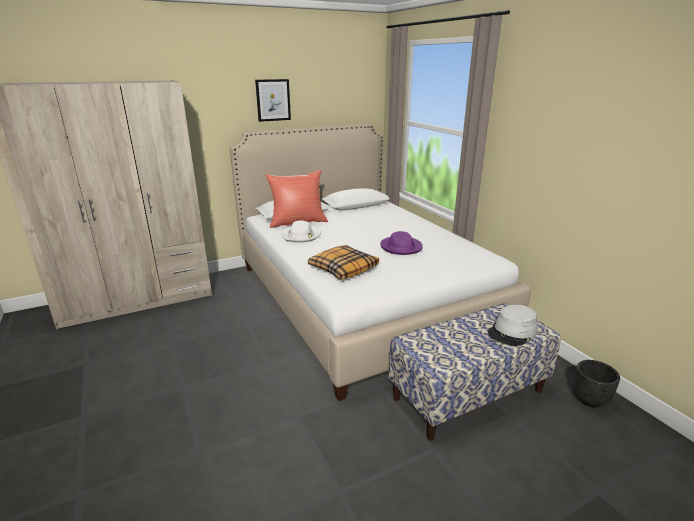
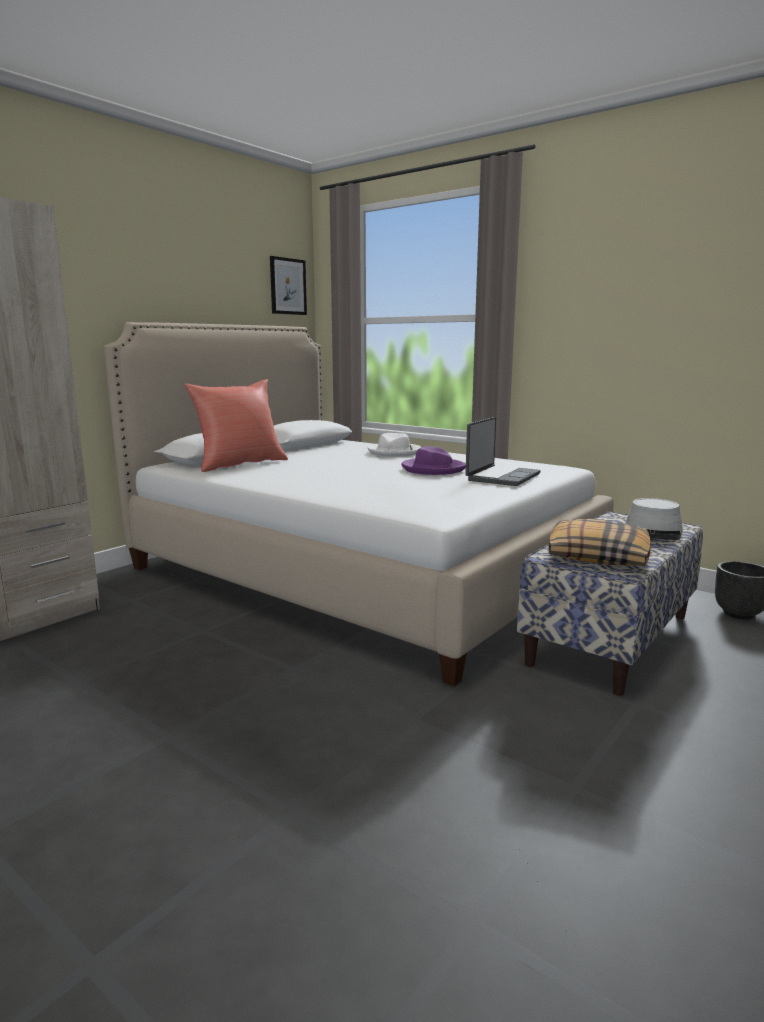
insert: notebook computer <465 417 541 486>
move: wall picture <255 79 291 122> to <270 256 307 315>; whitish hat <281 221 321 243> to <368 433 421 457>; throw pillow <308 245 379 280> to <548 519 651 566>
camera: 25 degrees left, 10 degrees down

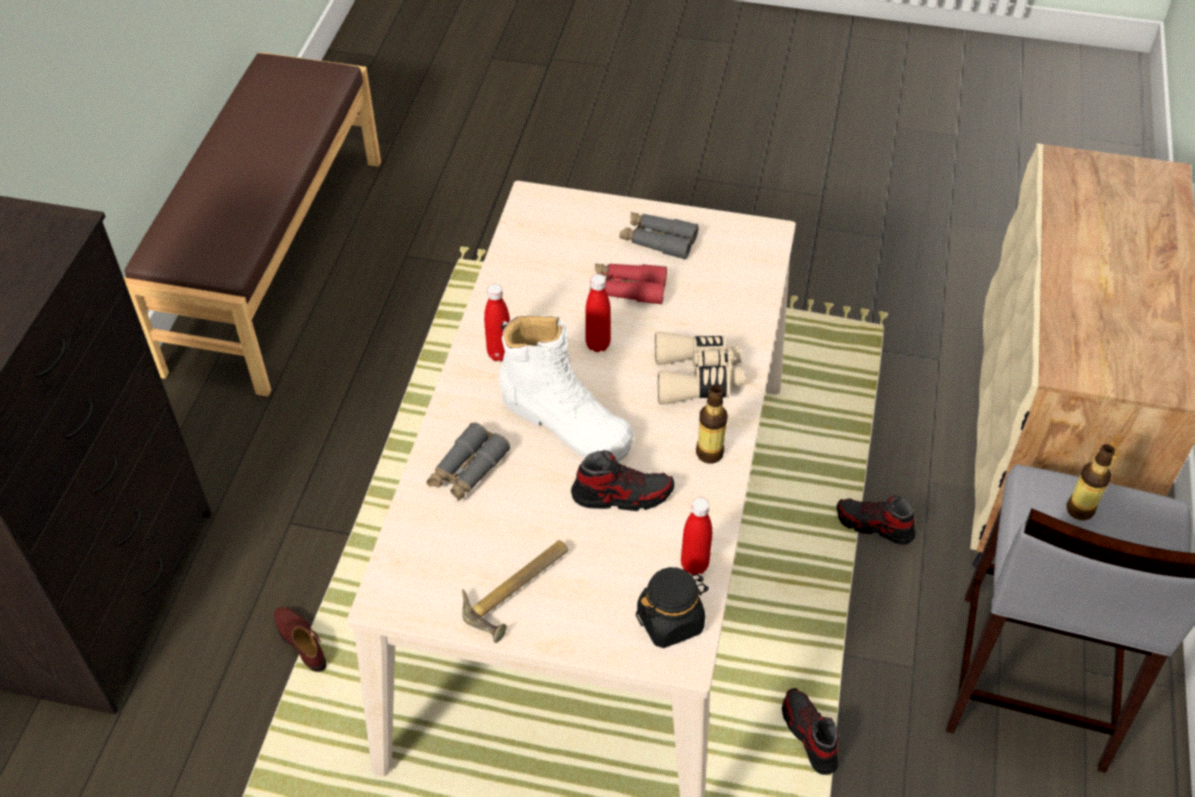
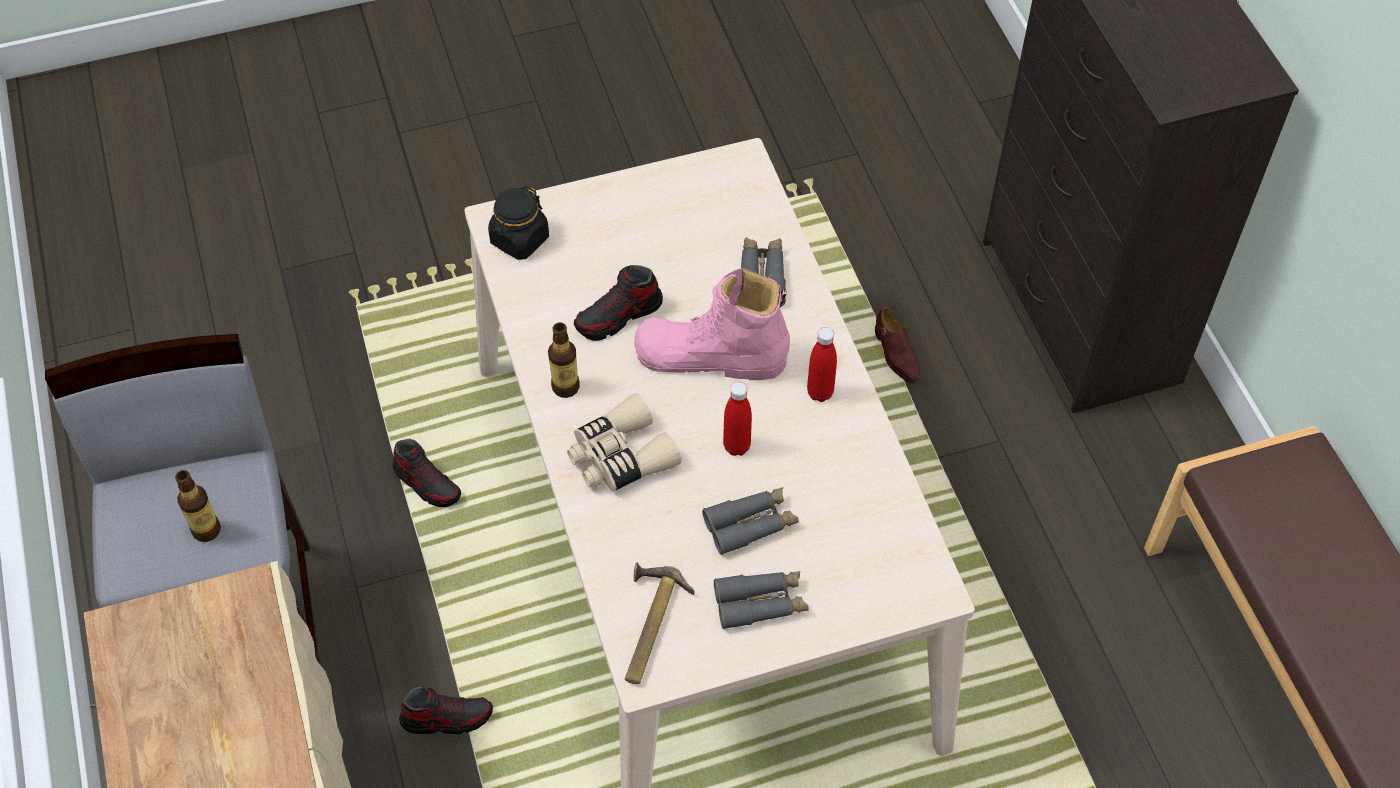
delete: red drink bottle <681 497 712 575>
move: hammer <462 540 569 643> to <625 562 694 684>
recolor: red field glasses <590 264 667 305> to grey field glasses <702 487 799 555>; whitish boot <499 315 633 462> to pink-coloured boot <634 268 790 380>
rotate: brown low shoe <274 607 326 672> = <875 307 920 383> 45 degrees clockwise
camera: 150 degrees right, 5 degrees up

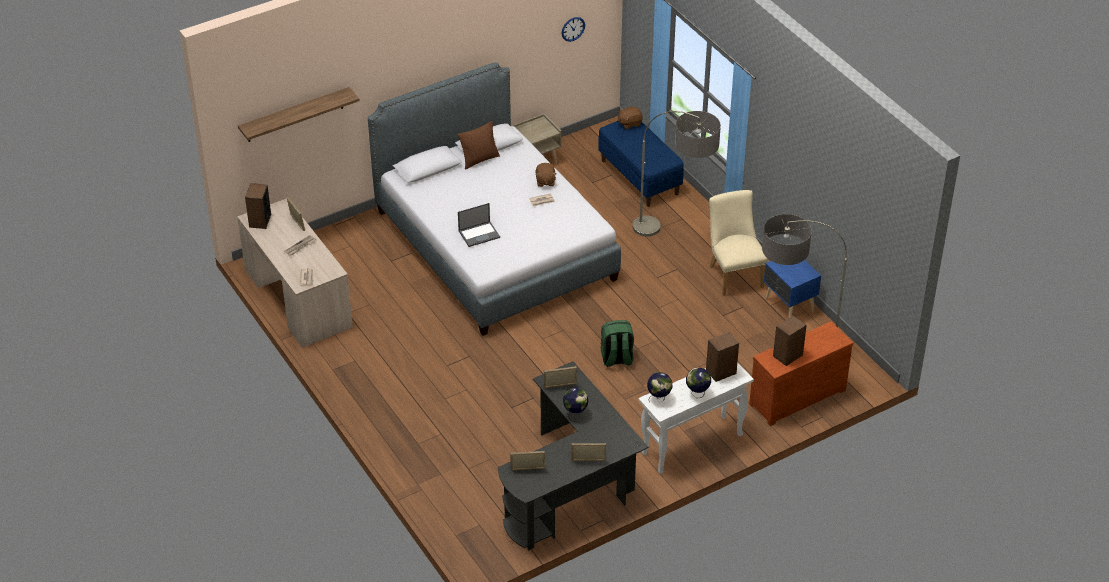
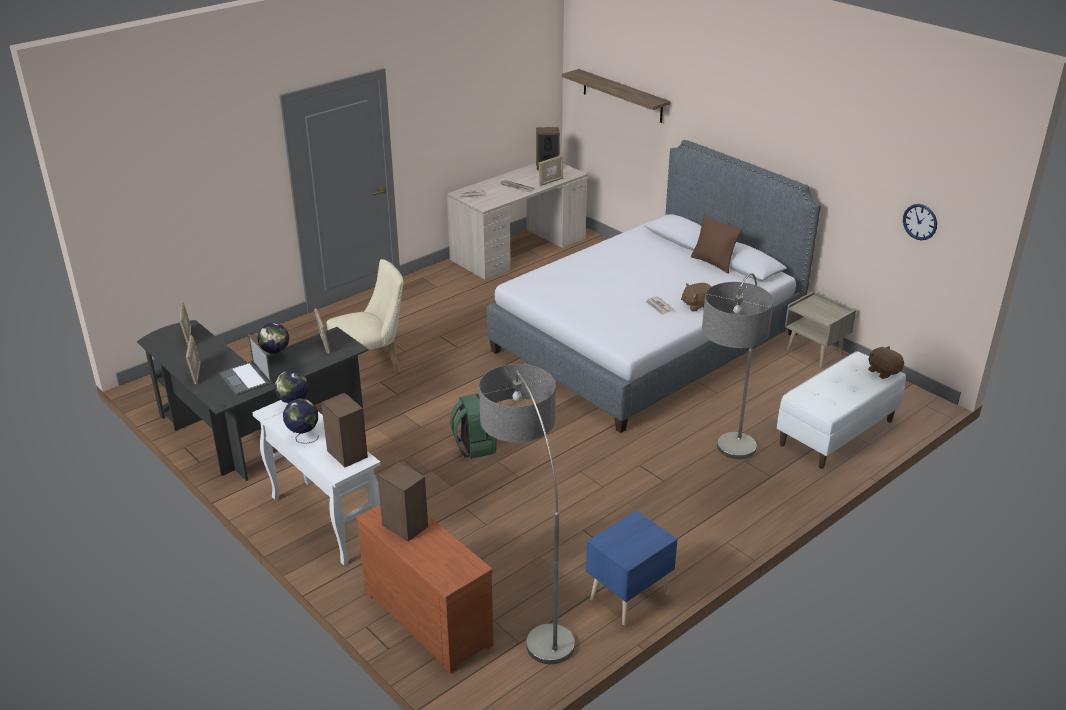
move: beige upright chair <709 190 768 296> to <327 259 404 373>; notebook computer <458 203 500 247> to <219 334 272 396>
recolor: bluish long seat <598 121 684 207> to whitish long seat <777 351 906 469>
camera: 80 degrees right, 10 degrees down

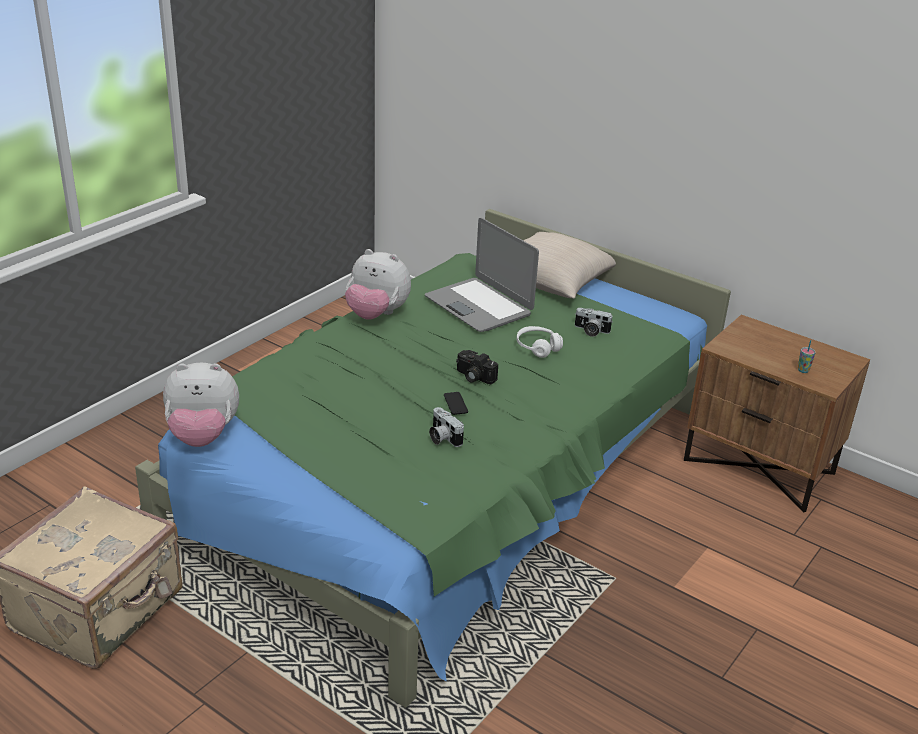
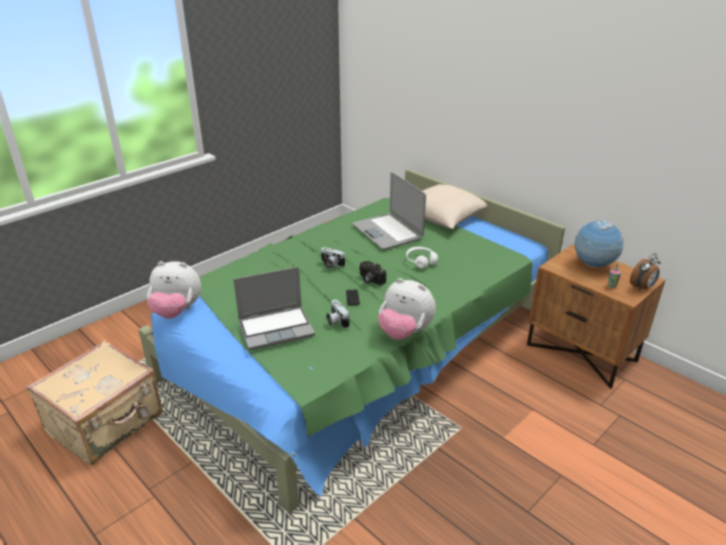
insert: world globe <574 219 624 268>; alarm clock <630 253 661 291>; notebook computer <233 267 315 350>
move: cuddly toy <345 249 411 320> to <378 278 436 340>; still camera <575 308 613 337> to <321 247 345 269>
camera: 10 degrees right, 0 degrees up

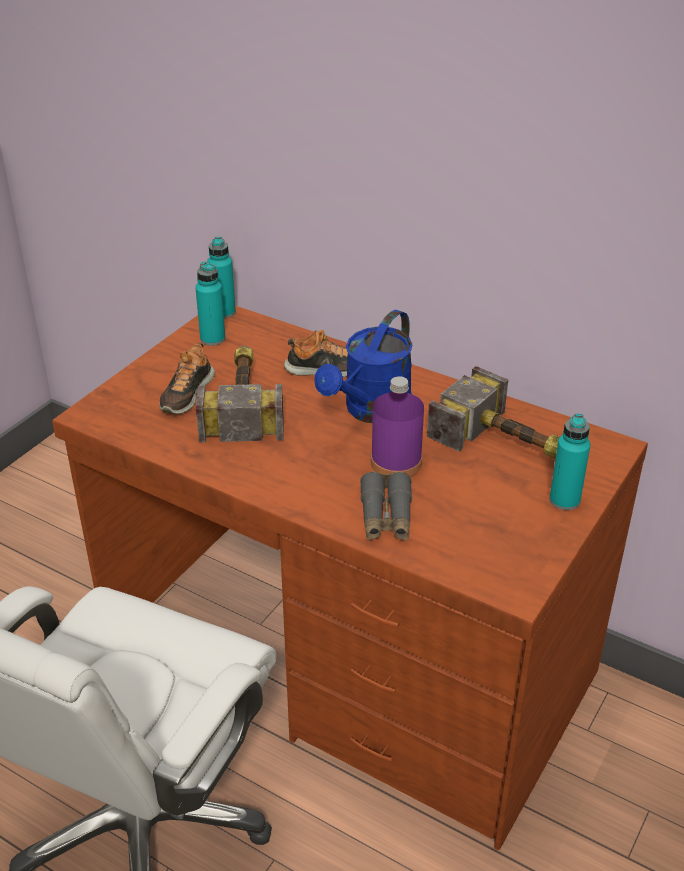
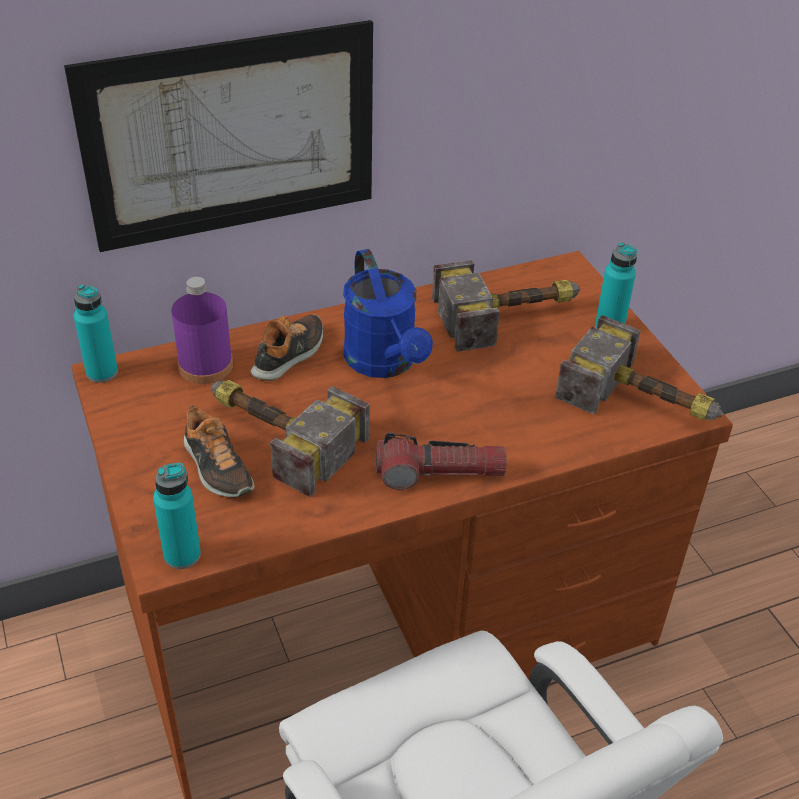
delete: grey field glasses <360 472 412 541>
insert: wall picture <64 20 373 252>; hammer <555 315 723 421>; flashlight <376 432 507 490>
move: turquoise drink bottle <195 261 225 346> to <153 463 201 569>; purplish drink bottle <371 376 424 477> to <171 277 233 384>
camera: 55 degrees left, 5 degrees up

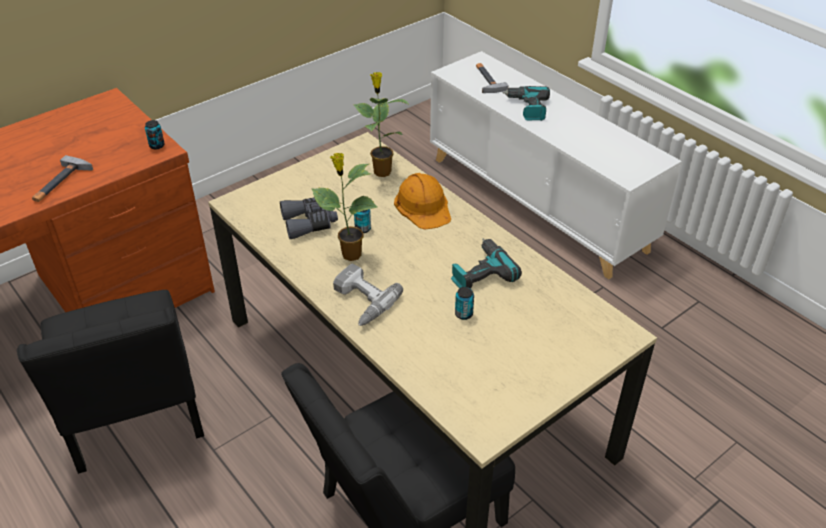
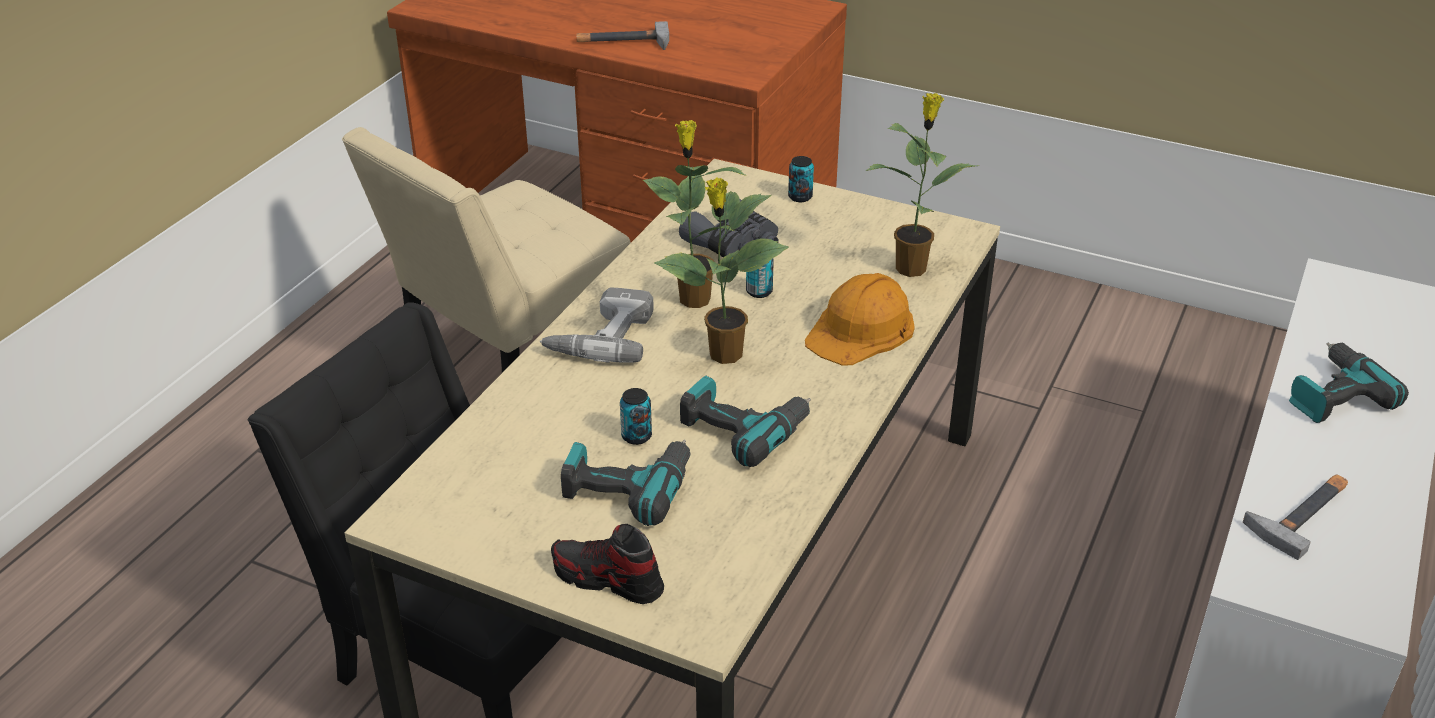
insert: plant in a pot <654 178 789 364>; drill <561 440 691 526>; low shoe <551 524 664 604>
move: hammer <476 63 509 93> to <1243 475 1348 560>; can <145 120 165 149> to <788 156 814 202>
recolor: blackish upright chair <17 290 204 474> to beige upright chair <342 127 631 373>
camera: 65 degrees right, 5 degrees down

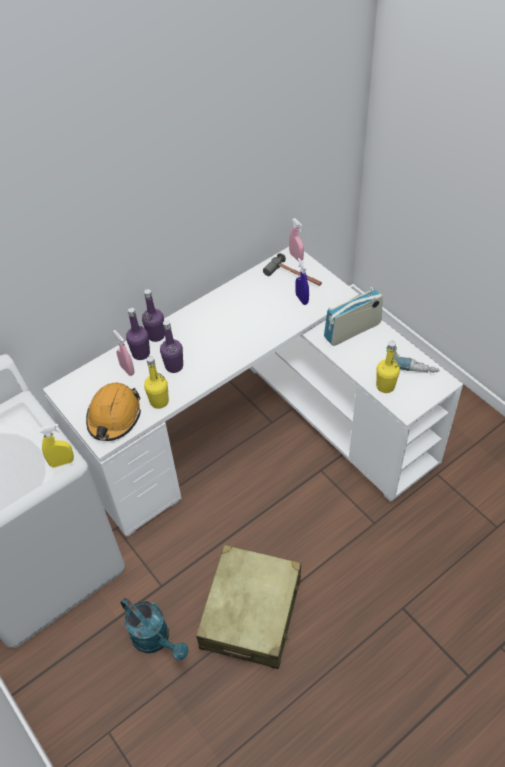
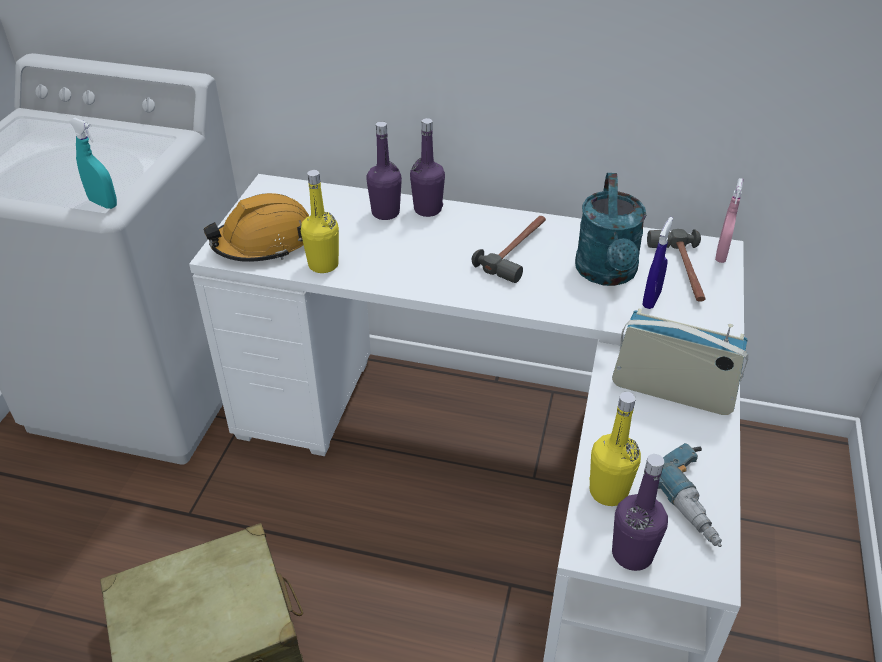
delete: pink-coloured hand sprayer <113 330 135 376>
insert: hammer <472 216 546 283>
move: purplish drink bottle <160 320 183 373> to <612 454 668 571>; turquoise watering can <120 598 188 661> to <575 173 646 286>
recolor: yellow hand sprayer <39 424 74 467> to turquoise hand sprayer <69 118 117 209>
camera: 50 degrees right, 10 degrees down

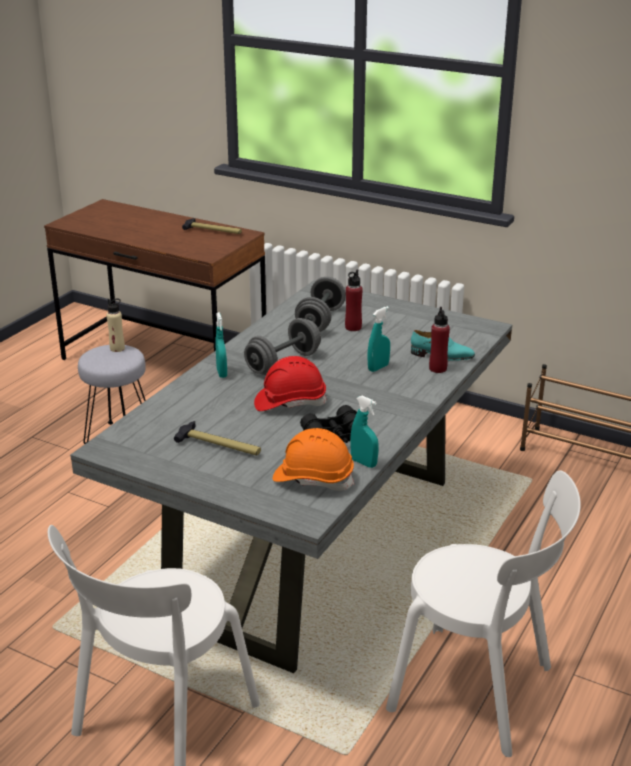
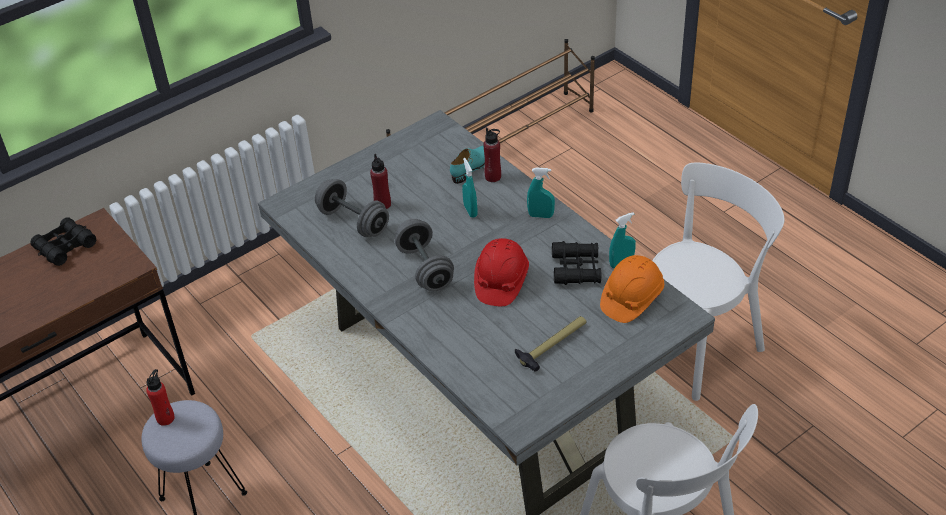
move: turquoise hand sprayer <215 312 227 378> to <527 167 555 218>
replace: hammer <182 218 242 234> to blackish field glasses <30 217 96 266>
recolor: beige drink bottle <106 299 125 352> to red drink bottle <146 369 175 426>
camera: 65 degrees left, 15 degrees up

